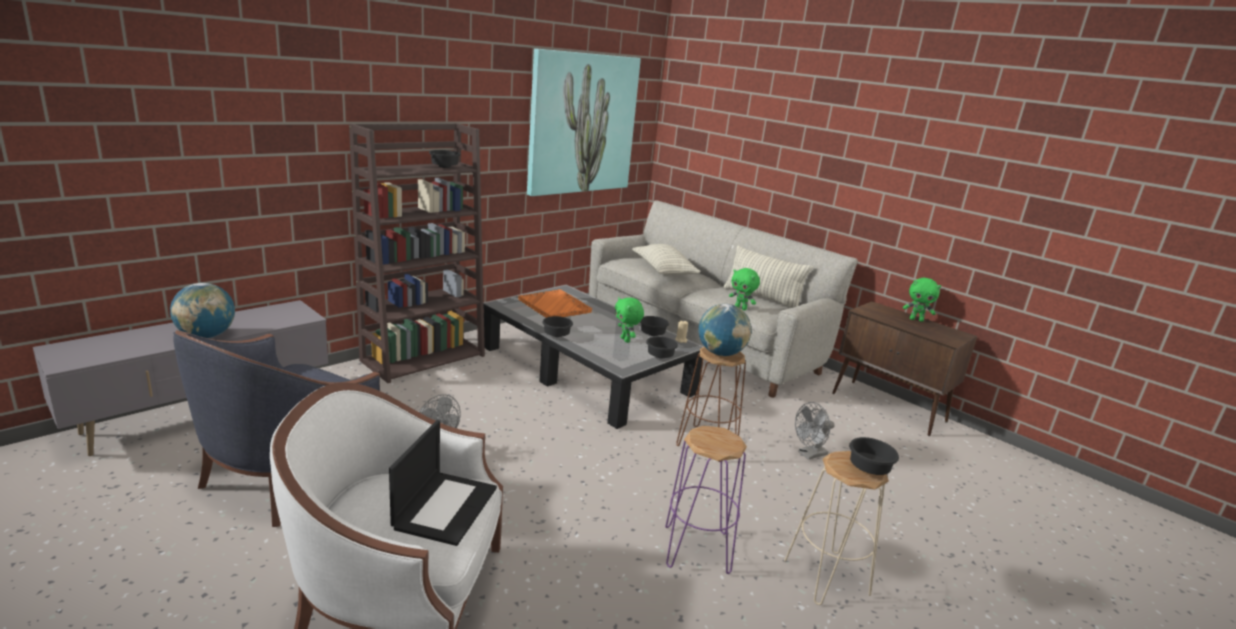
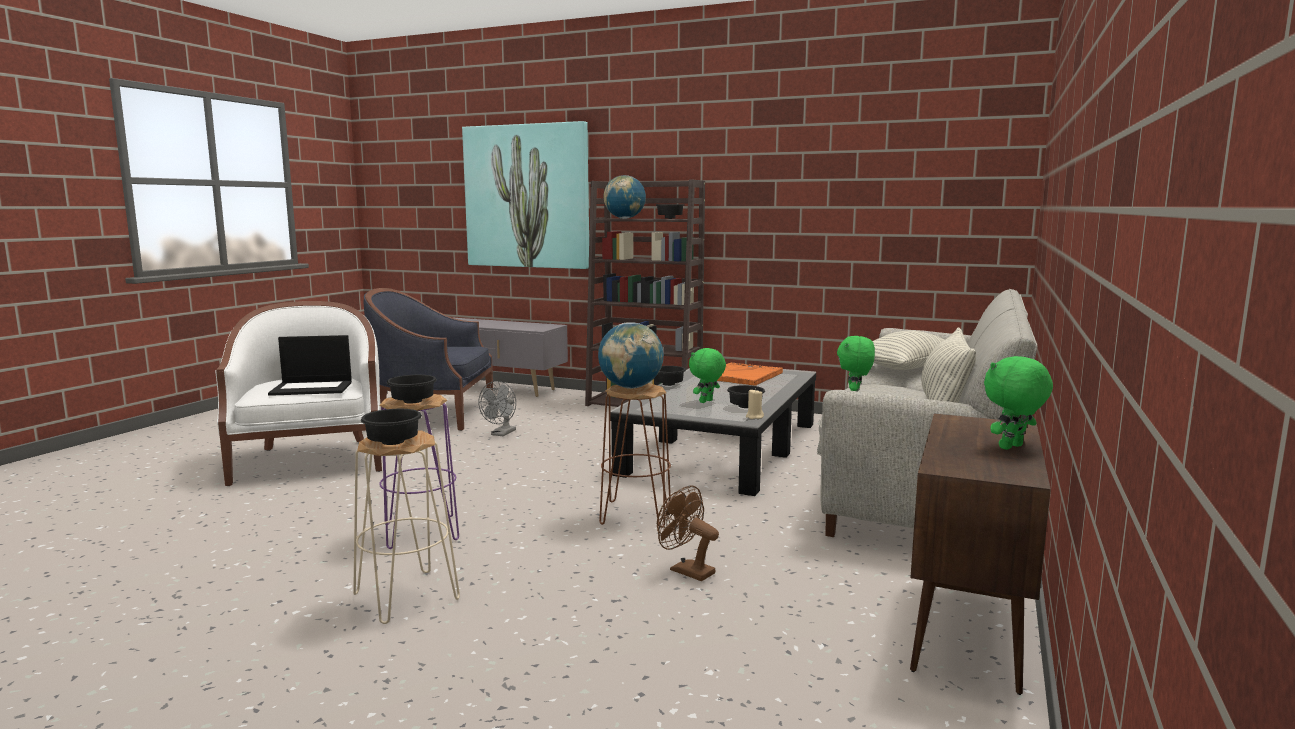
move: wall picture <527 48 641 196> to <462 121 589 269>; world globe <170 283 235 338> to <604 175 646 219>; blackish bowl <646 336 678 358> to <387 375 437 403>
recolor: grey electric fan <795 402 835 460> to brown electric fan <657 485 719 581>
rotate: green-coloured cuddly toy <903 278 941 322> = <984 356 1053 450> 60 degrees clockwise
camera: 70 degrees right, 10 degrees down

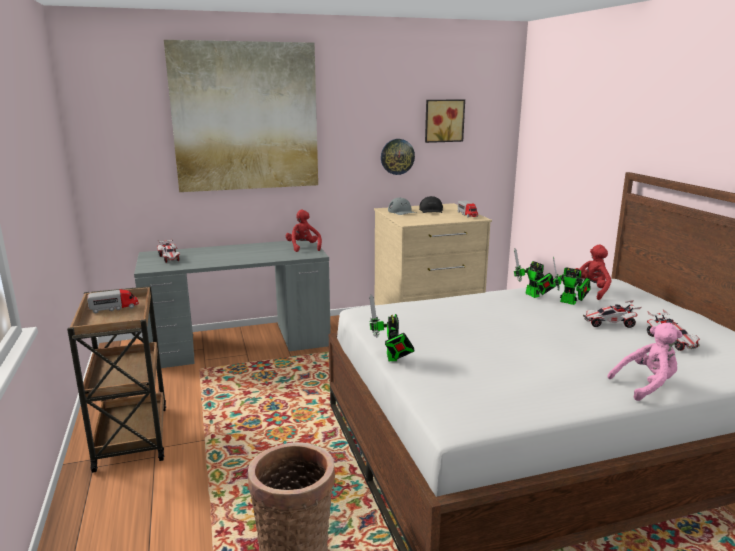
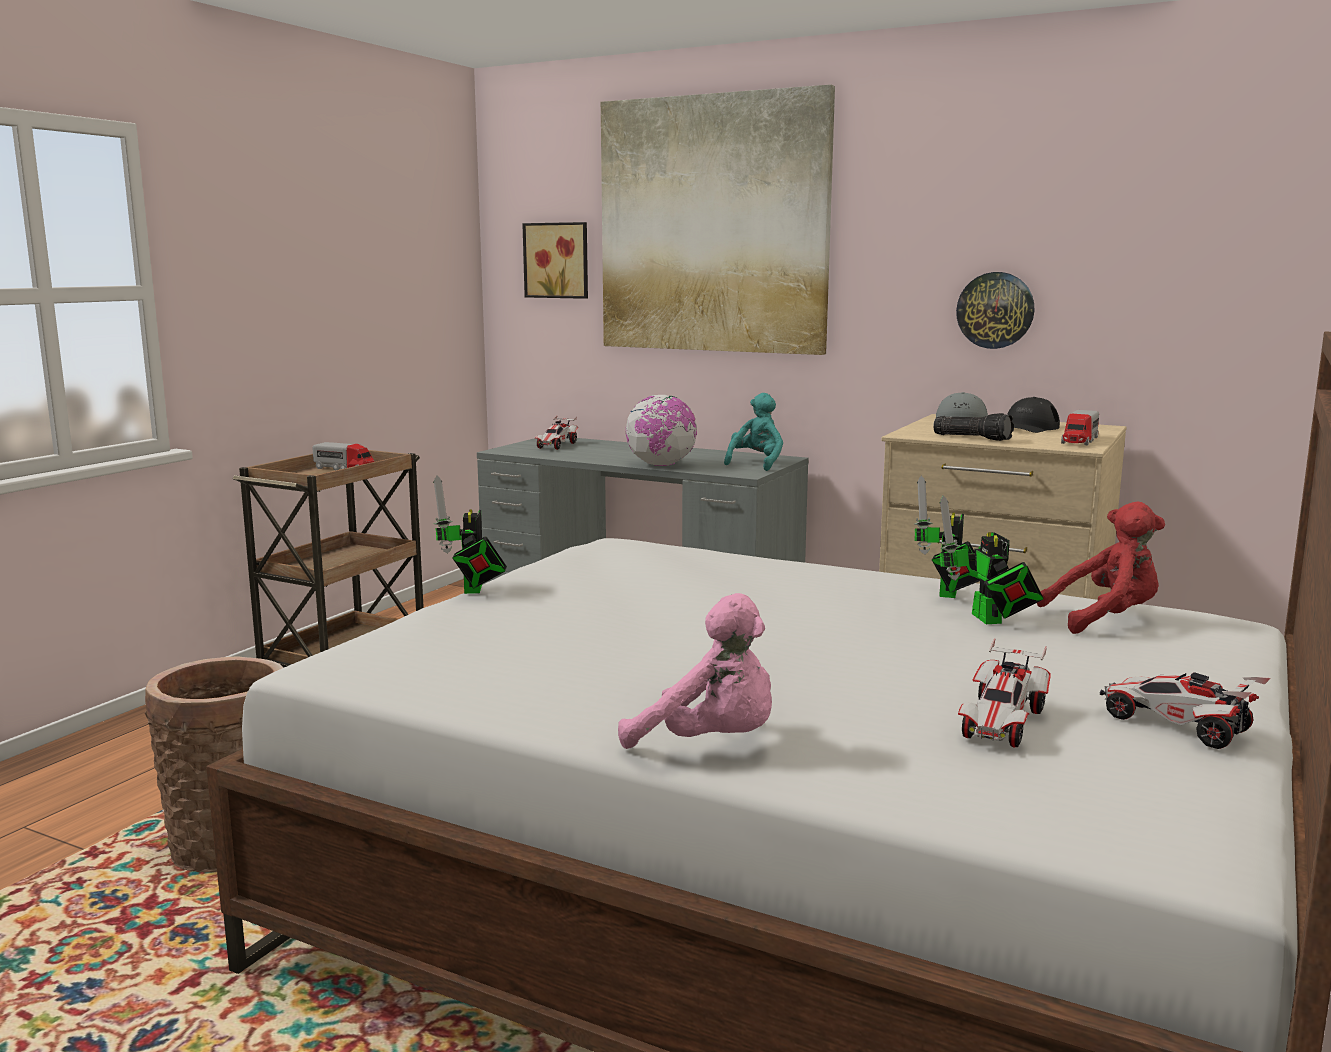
insert: world globe <626 395 697 466>; flashlight <933 413 1014 441>
move: wall picture <425 99 465 143> to <522 222 588 299>; miniature car <583 300 641 328> to <1100 672 1271 749>
recolor: red cuddly toy <286 210 322 252> to turquoise cuddly toy <724 393 783 471>
rotate: robot figure <369 294 414 361> = <433 475 507 594> 45 degrees counterclockwise
camera: 45 degrees right, 5 degrees down

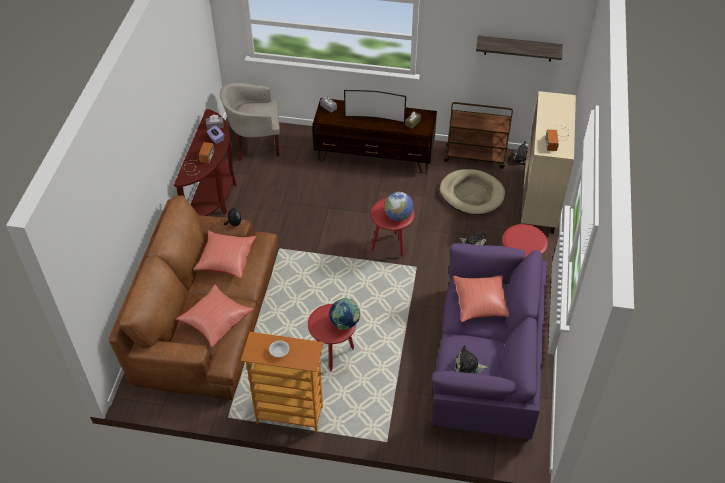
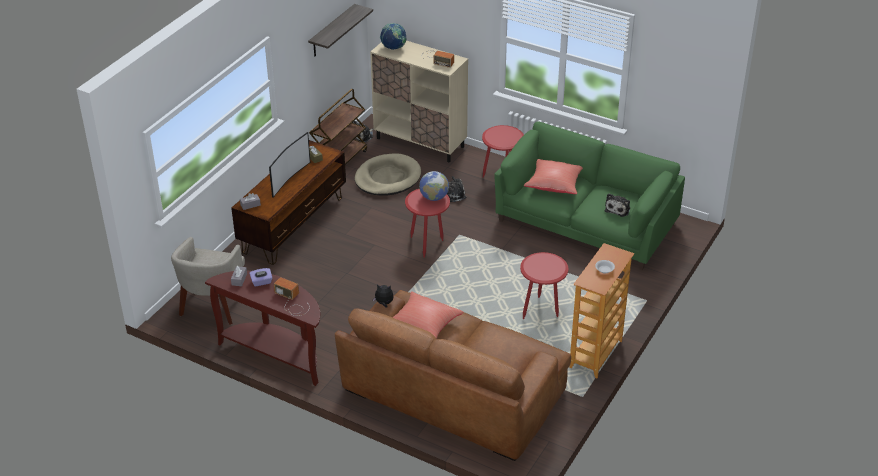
delete: red throw pillow <176 284 253 347>
move: world globe <329 298 360 330> to <380 23 406 50>
recolor: purplish settee <431 243 547 442> to green-coloured settee <494 122 685 270>
camera: 70 degrees left, 10 degrees down

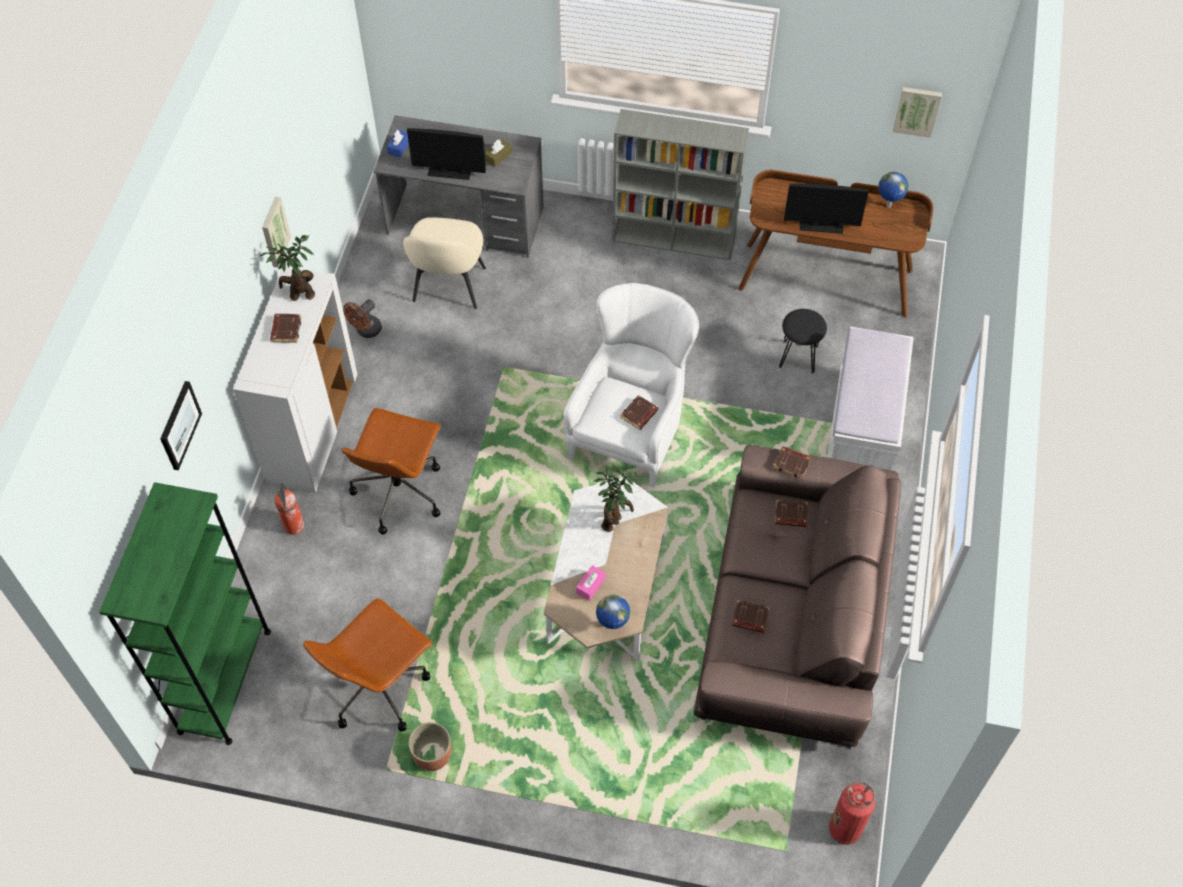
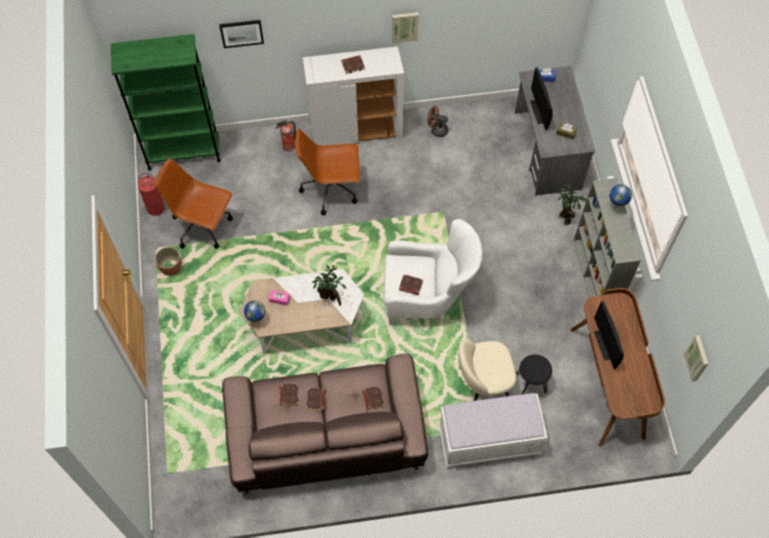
move: world globe <878 172 908 208> to <610 184 632 208>; beige upright chair <403 217 486 309> to <458 339 516 401>; plant in a pot <260 235 315 301> to <558 184 587 225>; brown bound book <773 446 812 479> to <306 388 326 410>; fire-fighting cylinder <829 781 875 844> to <138 173 165 216>
camera: 70 degrees right, 5 degrees up

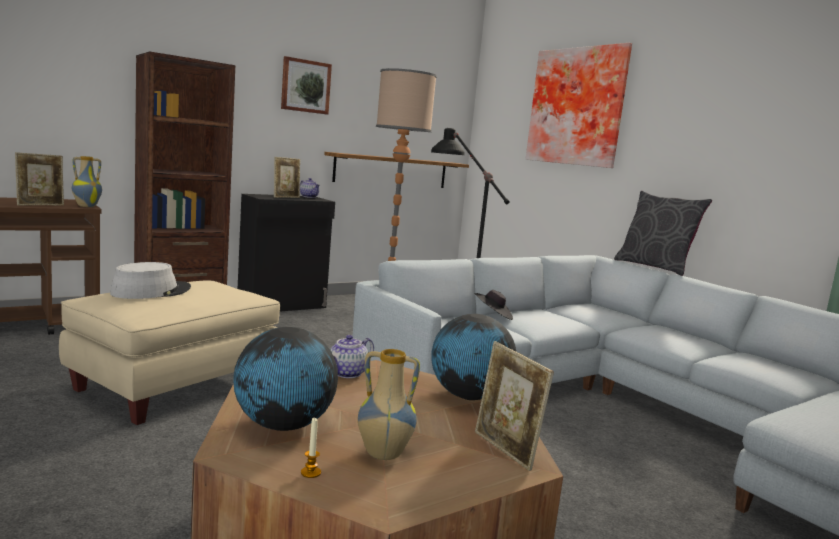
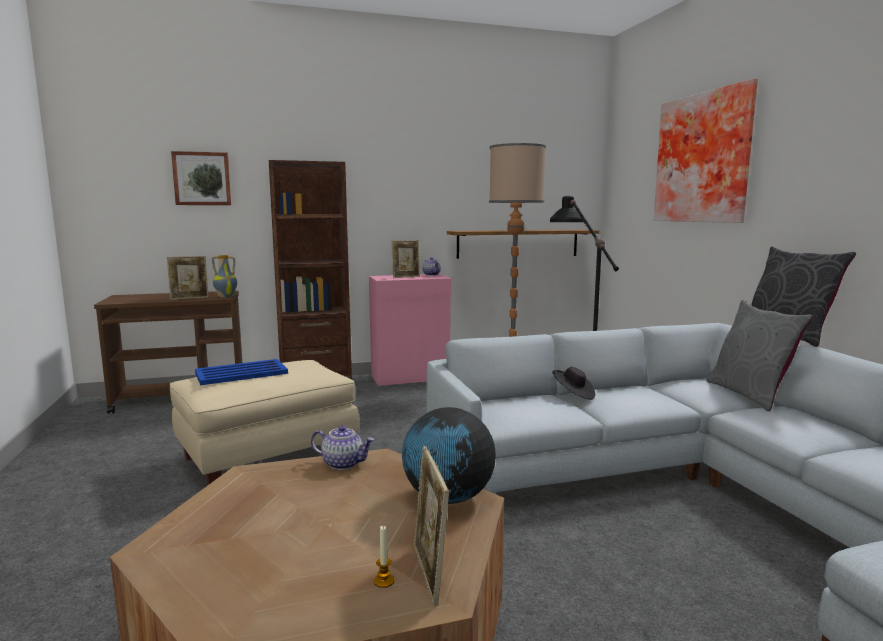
delete: world globe <233 327 338 431>; decorative vase <358 349 420 460>
insert: grey throw pillow <706 300 813 411>
move: wall picture <281 56 332 114> to <171 151 231 205>; candle <301 418 321 478> to <374 526 394 588>
replace: grey hat <110 262 191 299> to bluish serving tray <195 359 288 385>
recolor: blackish cabinet <238 194 335 311> to pink-coloured cabinet <369 274 452 386>
rotate: teapot <330 335 374 378> = <311 425 375 470> 135 degrees counterclockwise
camera: 20 degrees right, 0 degrees up

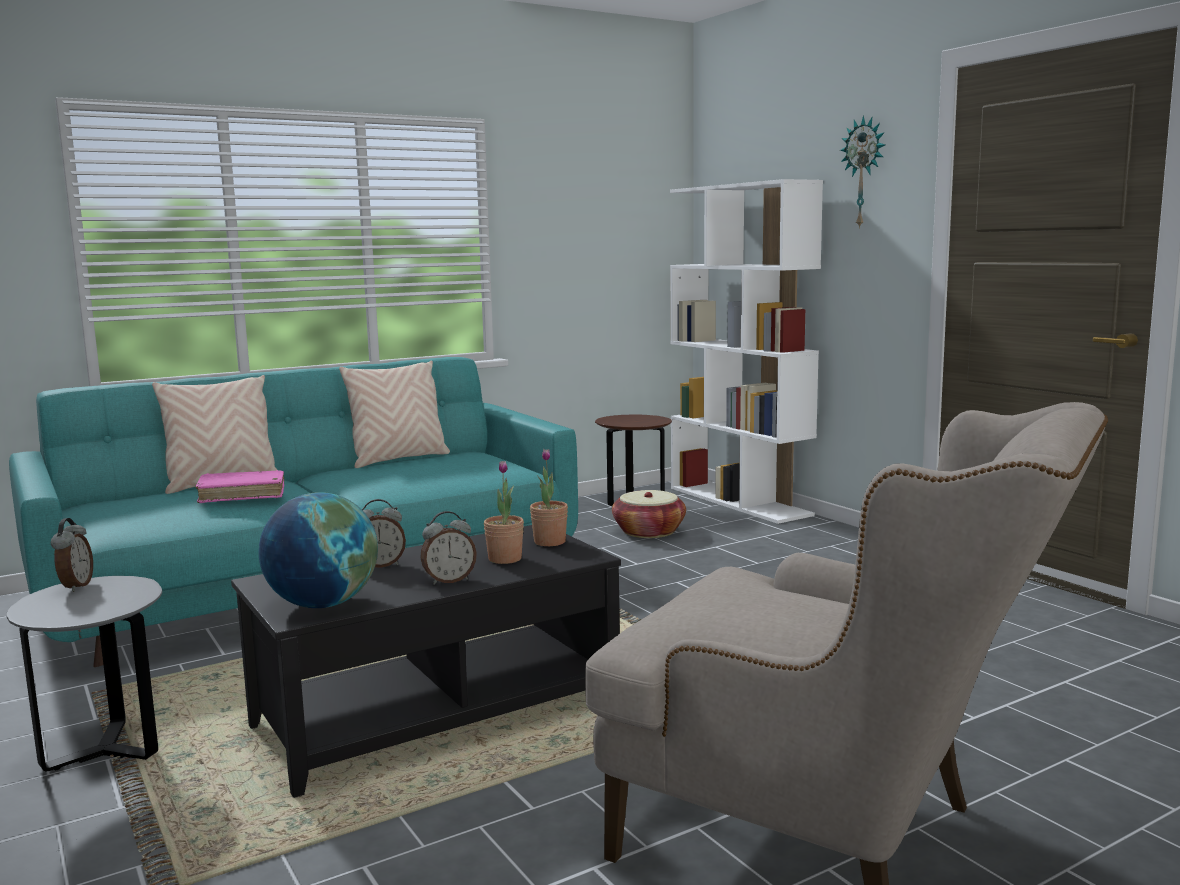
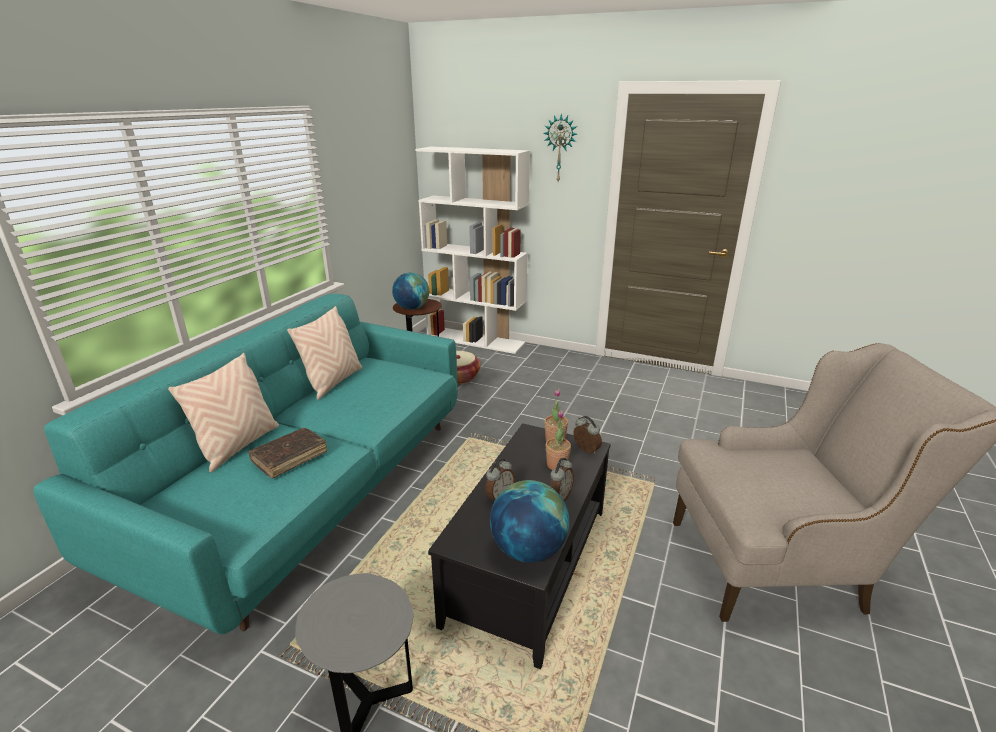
insert: world globe <392 272 429 310>
move: alarm clock <51 518 93 592> to <573 416 602 454>
recolor: pink-coloured bound book <196 470 284 503> to brown bound book <248 428 327 479>
camera: 35 degrees left, 15 degrees up

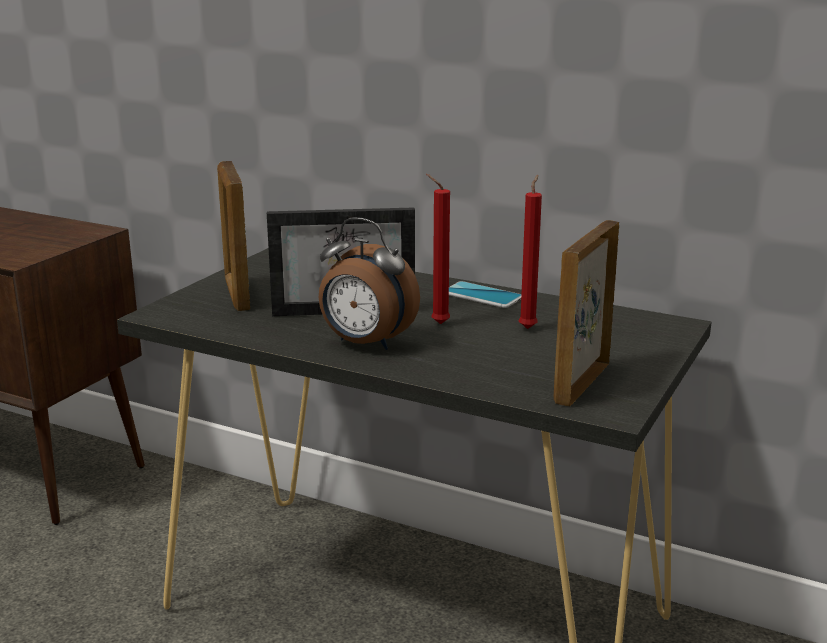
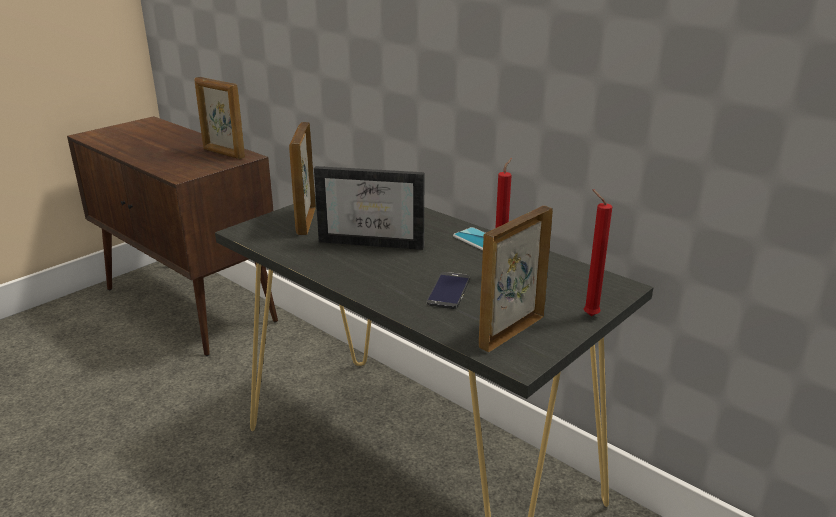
delete: alarm clock <319 217 420 350>
insert: photo frame <194 77 245 159>; telephone <427 272 470 309>
move: red candle <426 174 450 324> to <584 189 612 316>
camera: 15 degrees right, 5 degrees up

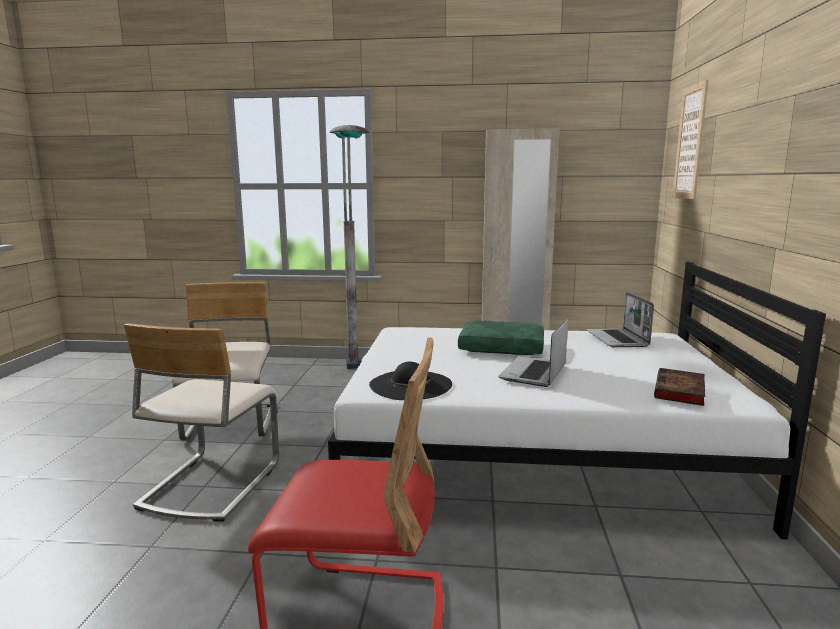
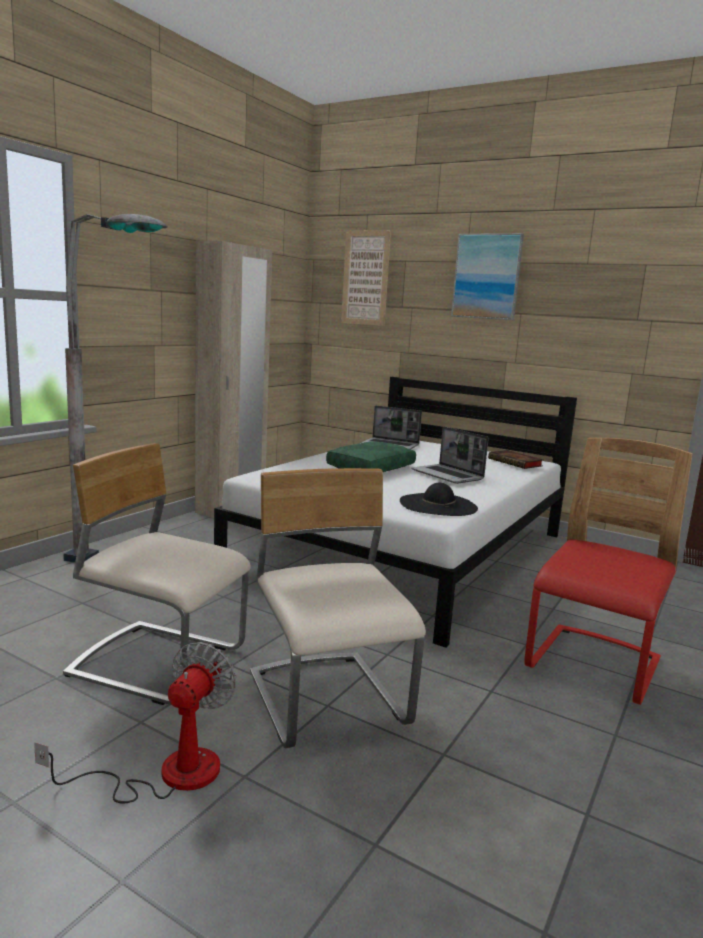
insert: wall picture <451 233 524 320>; electric fan <34 642 236 803>
rotate: beige upright chair <124 323 279 522> = <250 468 426 748> 150 degrees counterclockwise
camera: 65 degrees left, 0 degrees up

